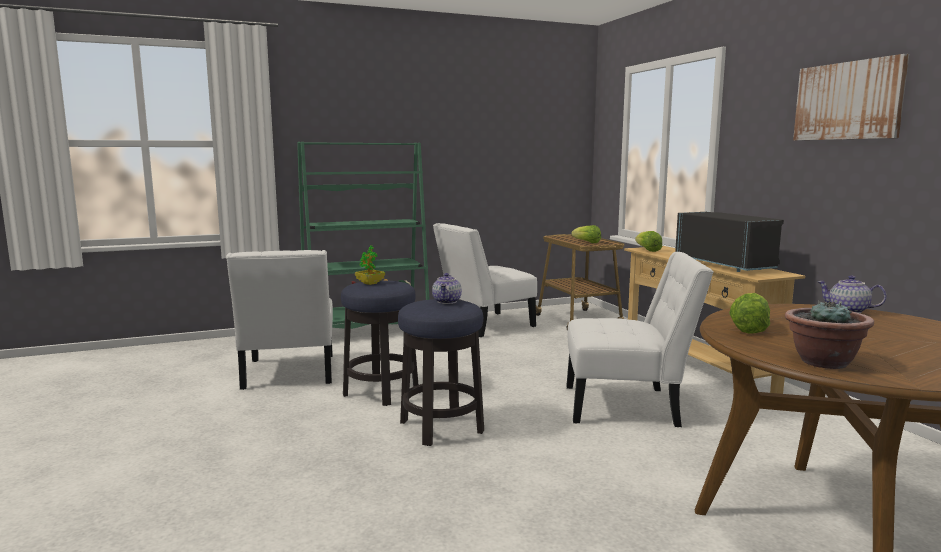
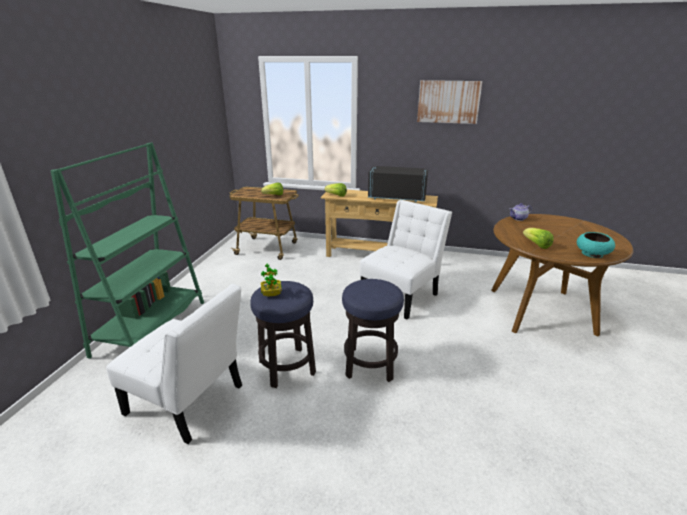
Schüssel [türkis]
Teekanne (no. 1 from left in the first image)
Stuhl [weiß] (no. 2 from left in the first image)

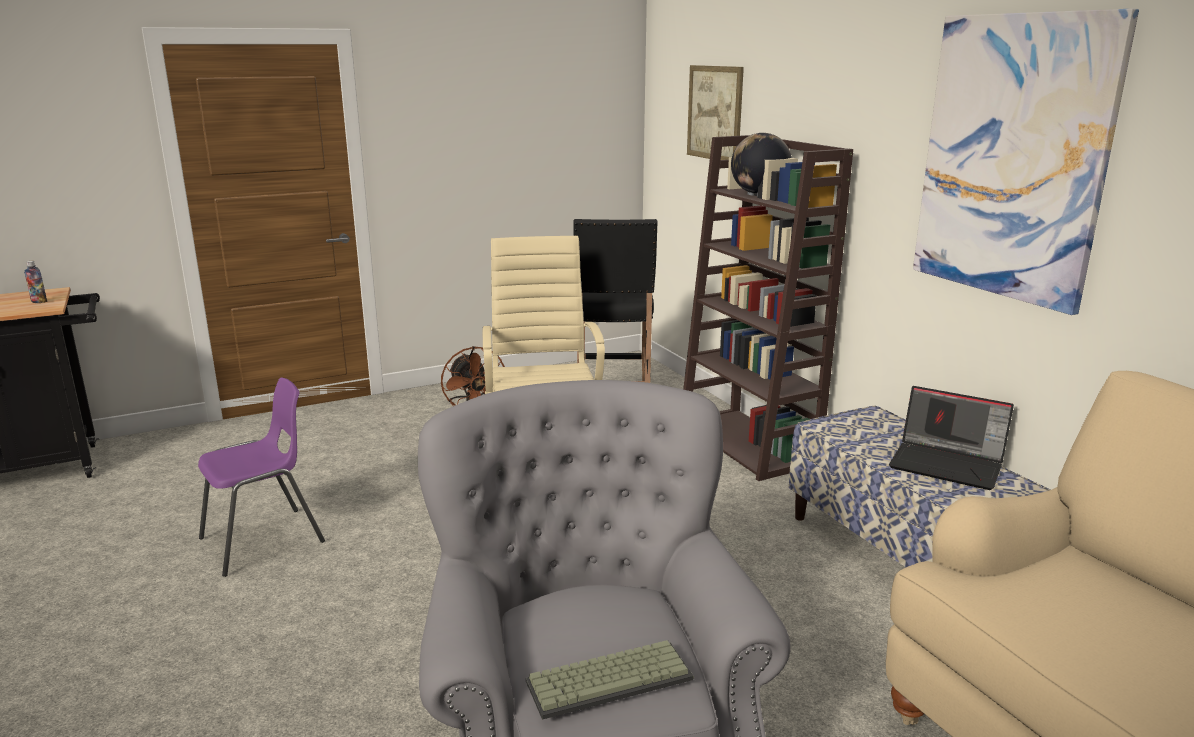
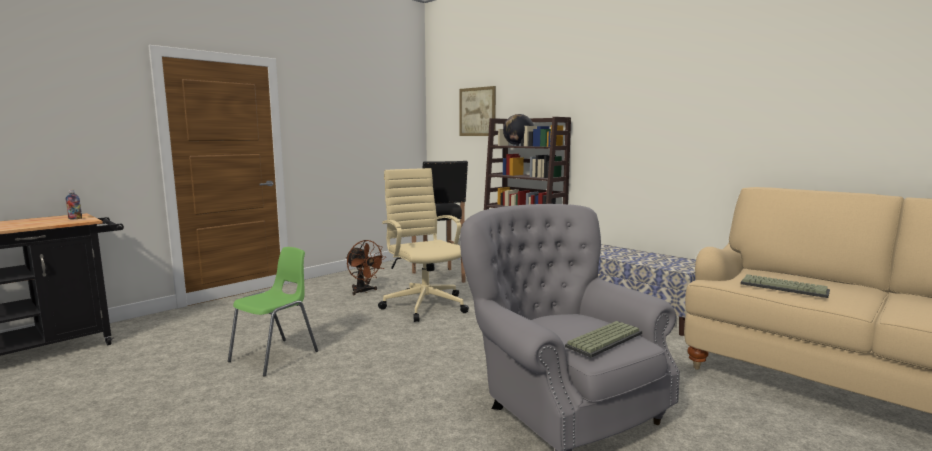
Stuhl [grün]
Tastatur (no. 2 from left)
Laptop
Bild (no. 2 from left in the first image)

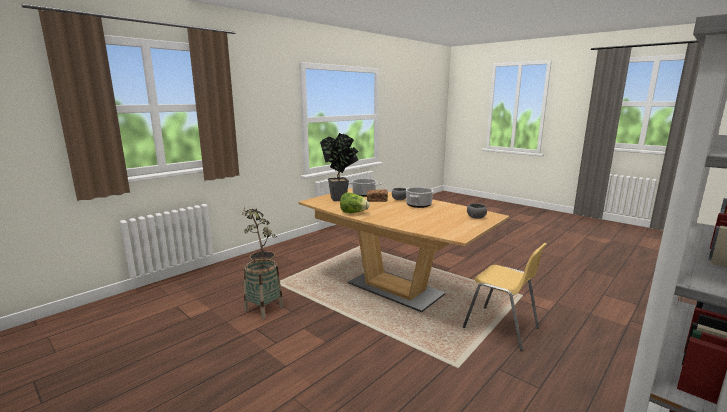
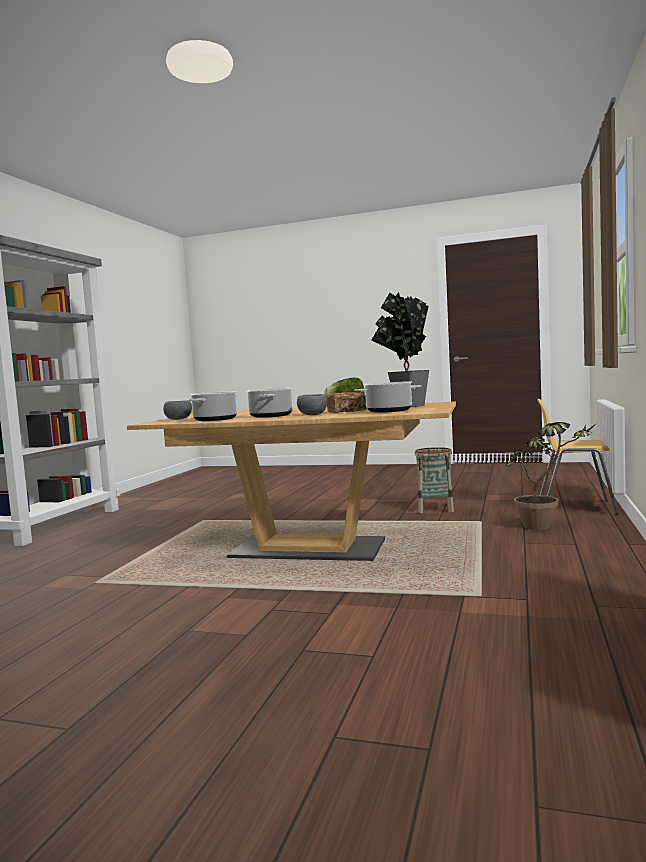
Kochtopf (no. 1 from left)
Stuhl [gelb]

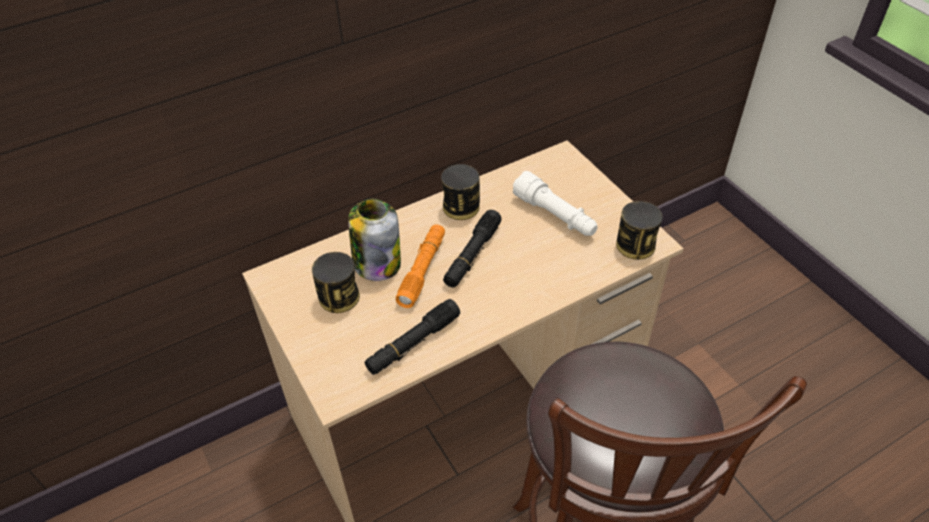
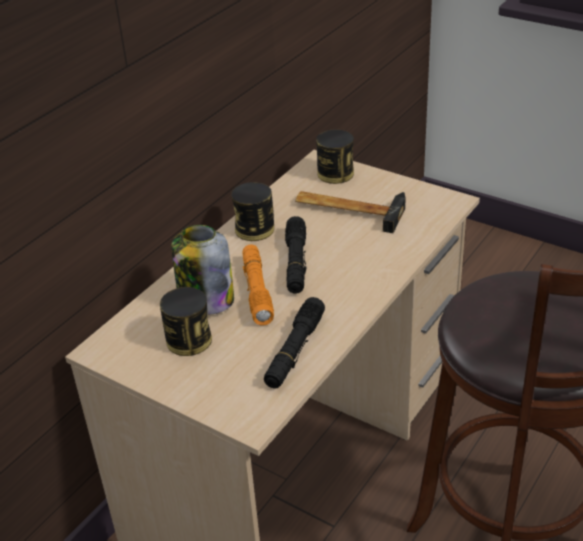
Hammer
Dose (no. 3 from left)

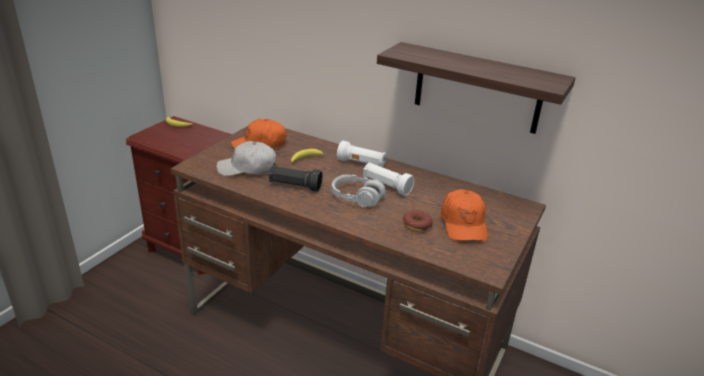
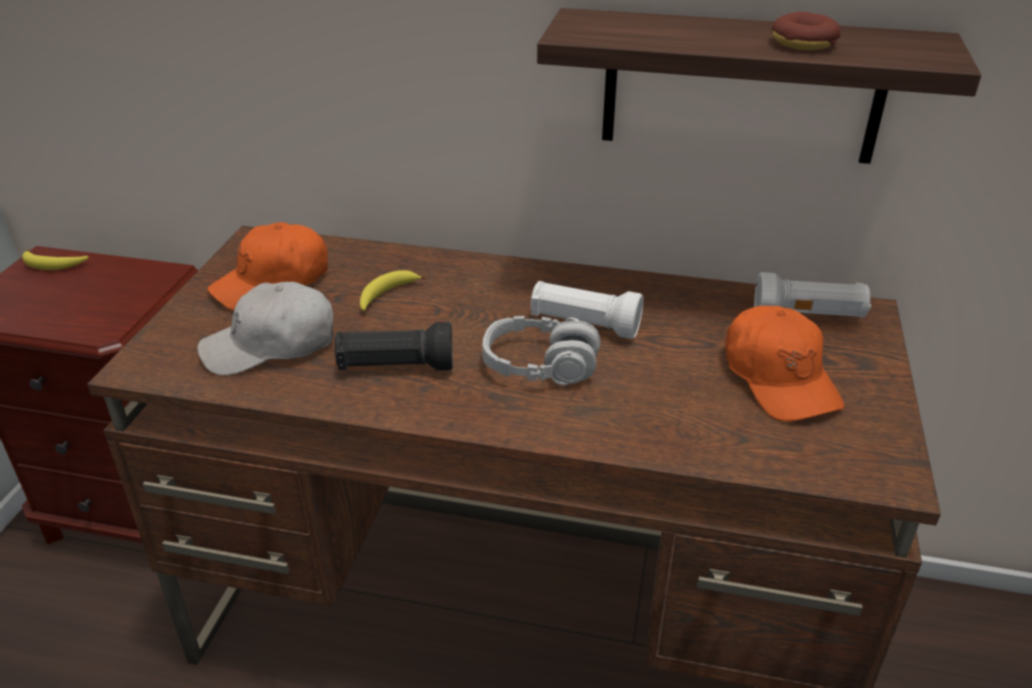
Taschenlampe [weiß] (no. 2 from left)
Donut

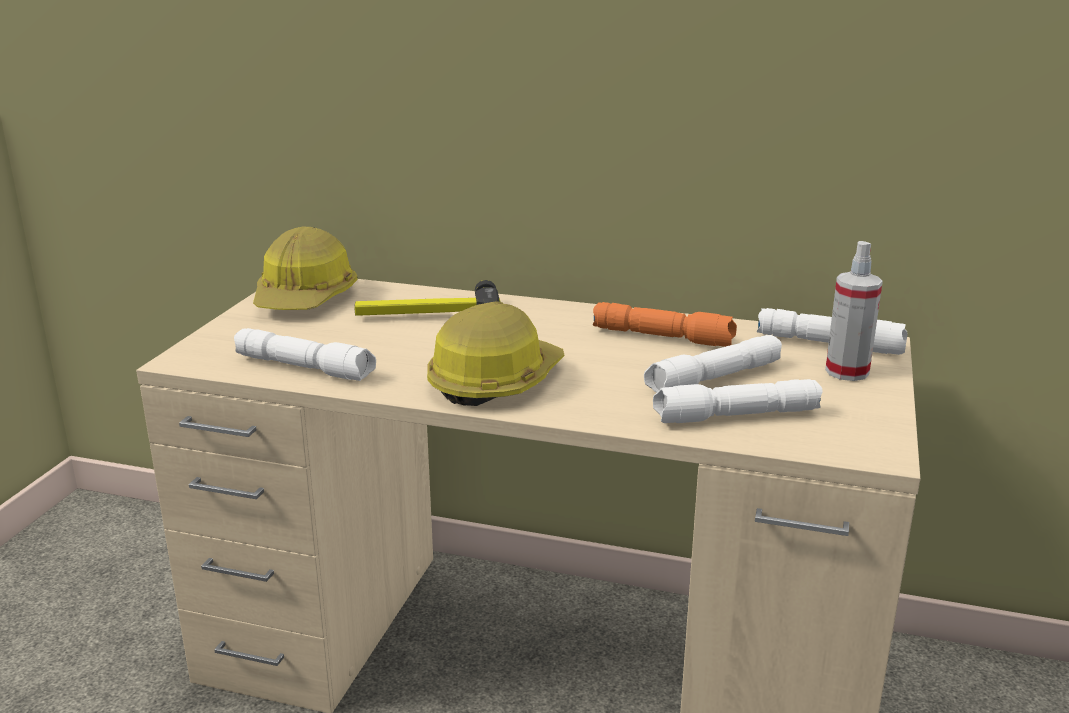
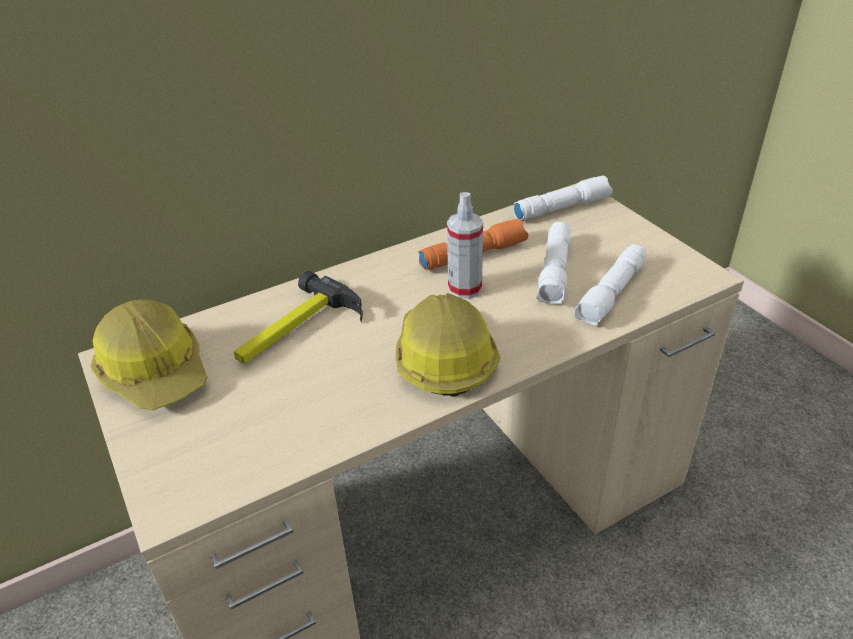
Sprühflasche
Taschenlampe [weiß] (no. 1 from left in the first image)

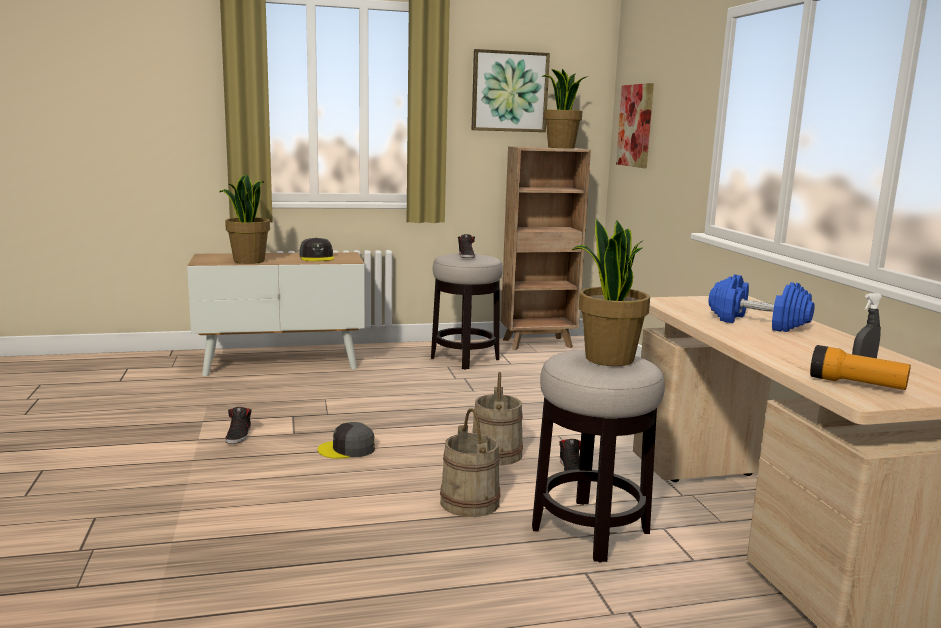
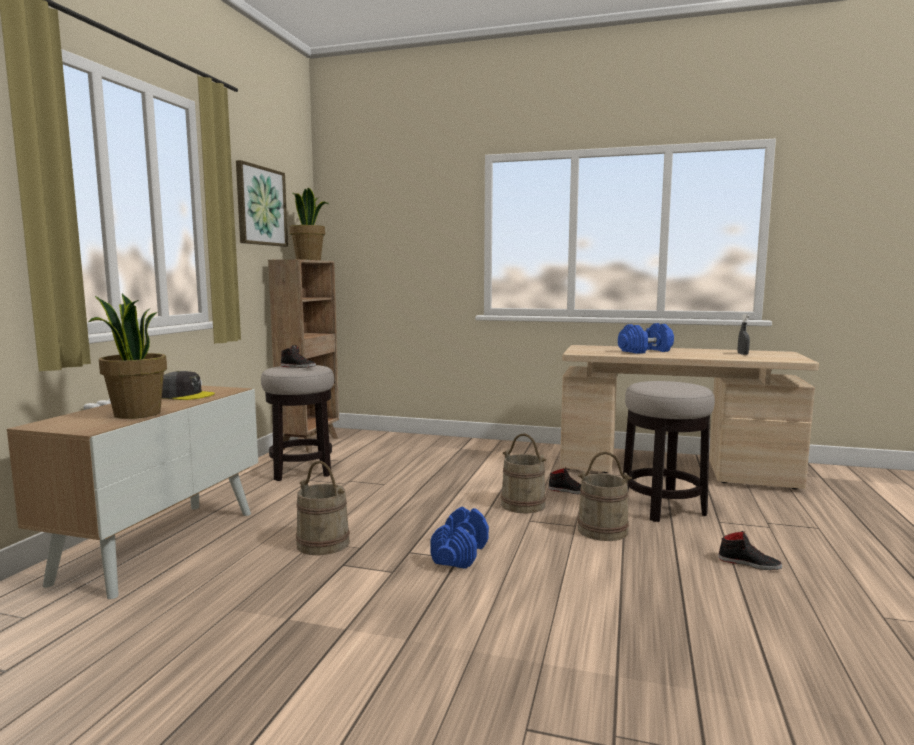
Eimer [beige] (no. 1 from left)
Hantel [blau] (no. 1 from left)
Schuh [schwarz] (no. 3 from left)
Topfpflanze (no. 3 from left in the first image)
Bild (no. 2 from left in the first image)
Taschenlampe

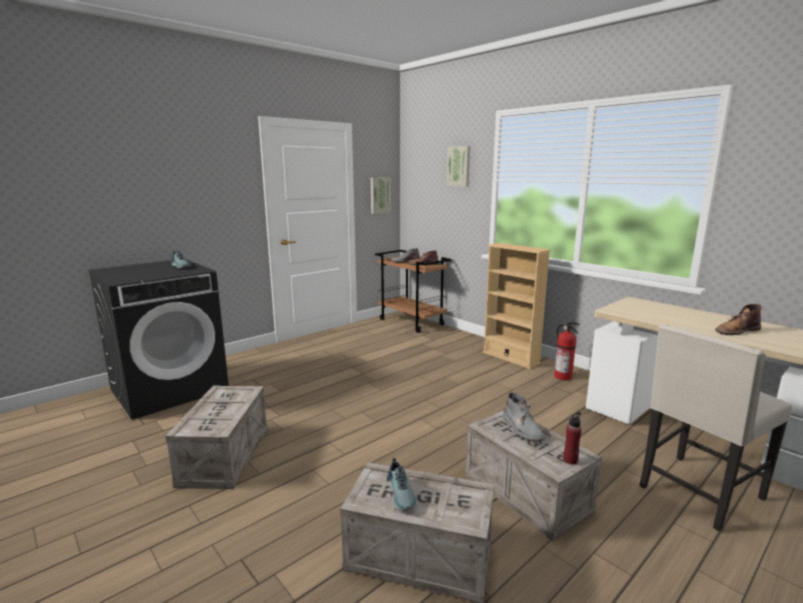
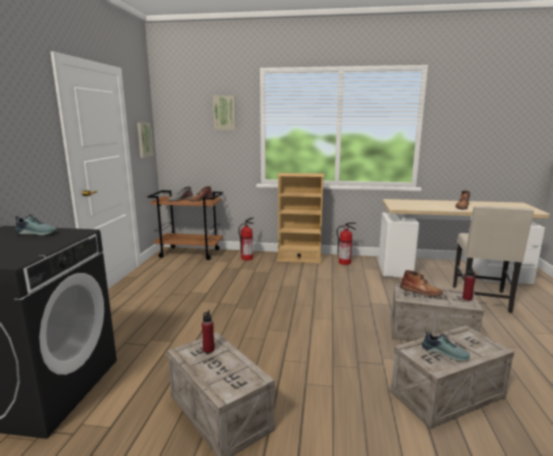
Flasche [rot] (no. 1 from left)
Feuerlöscher (no. 1 from left)
Stiefel [braun] (no. 2 from left)

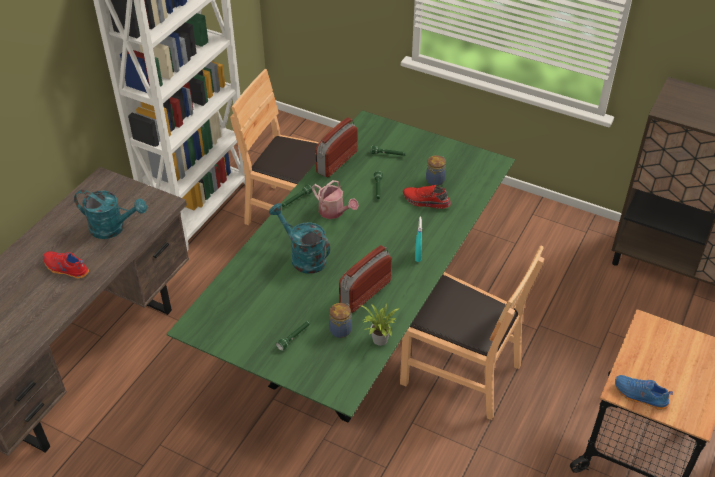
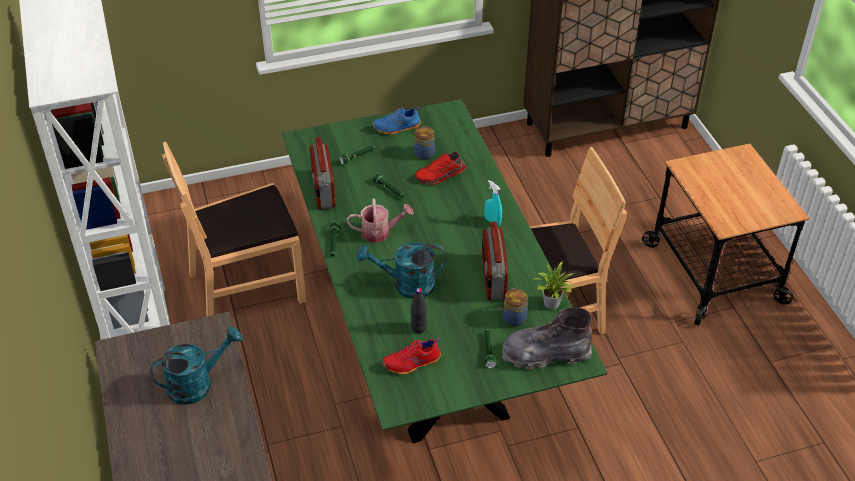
Schuh [blau]
Schuh [rot] (no. 1 from left)
Flasche [schwarz]
Stiefel [grau]

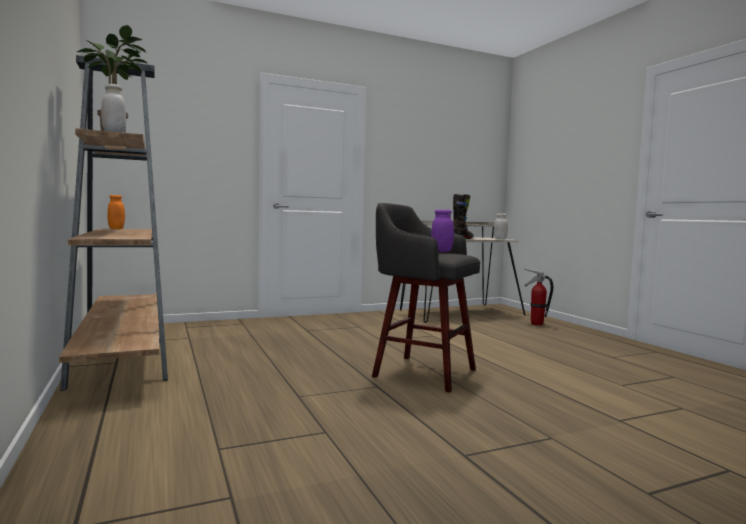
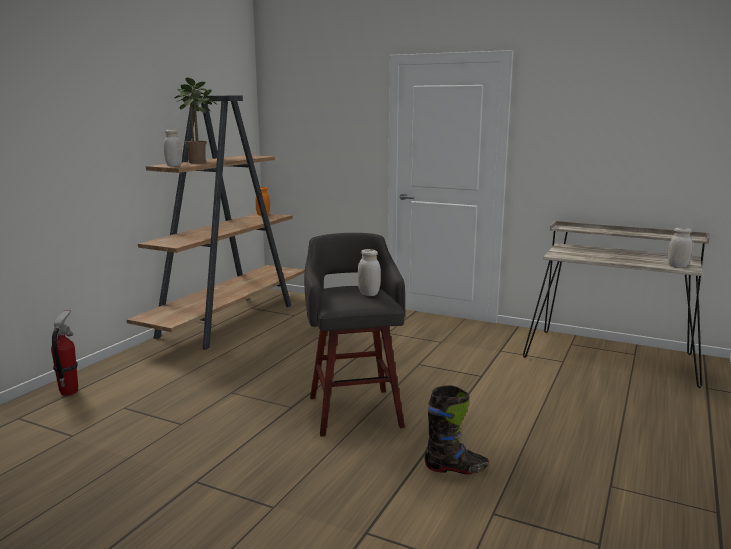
Feuerlöscher
Vorratsglas [weiß] (no. 2 from left)
Stiefel [schwarz]

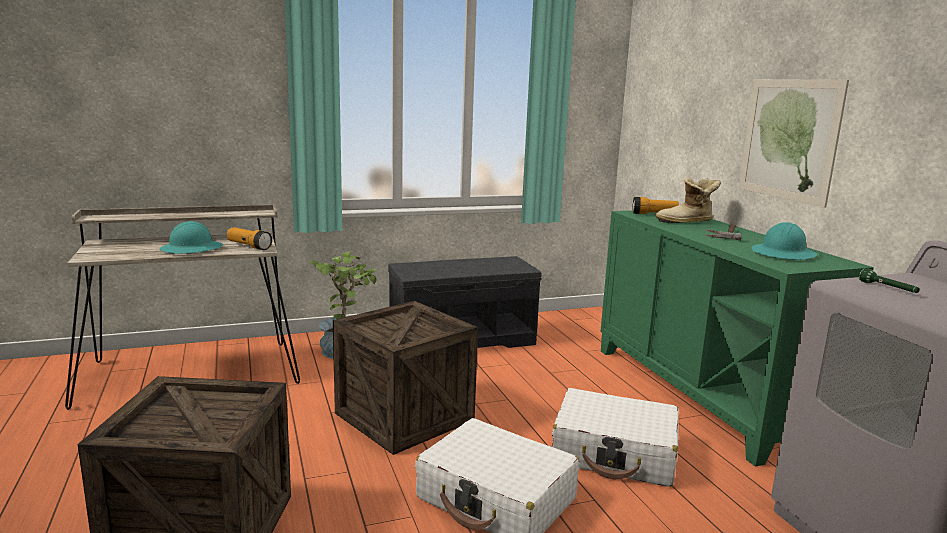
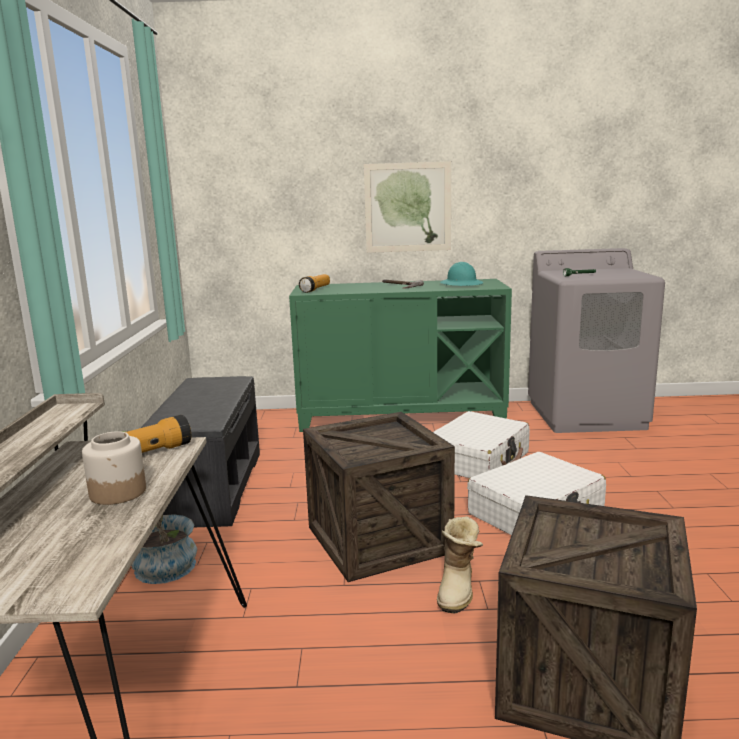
Vorratsglas
Stiefel

